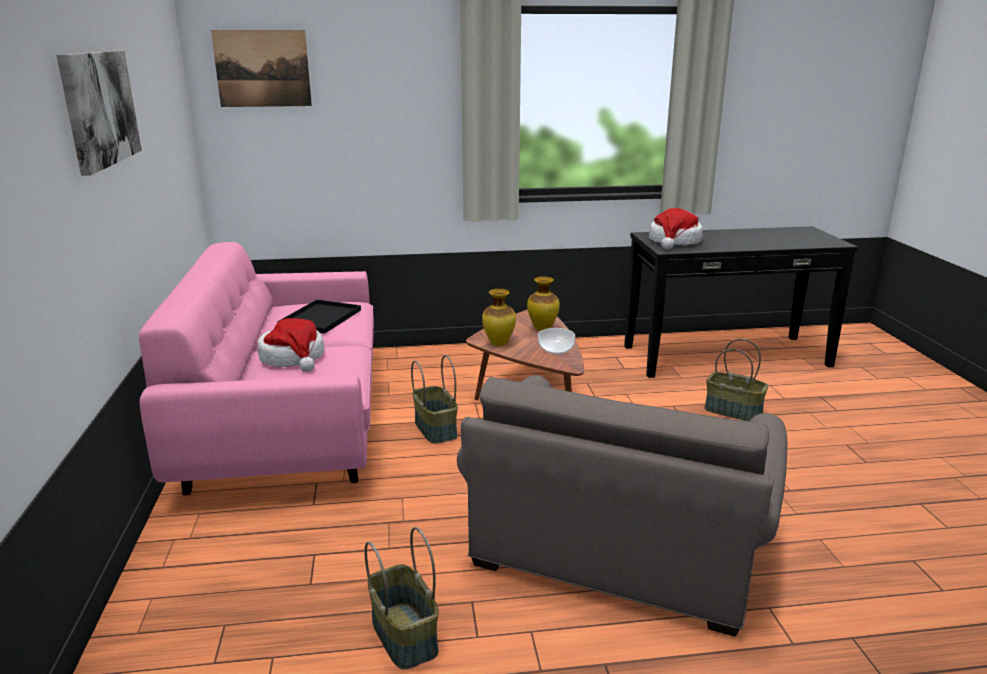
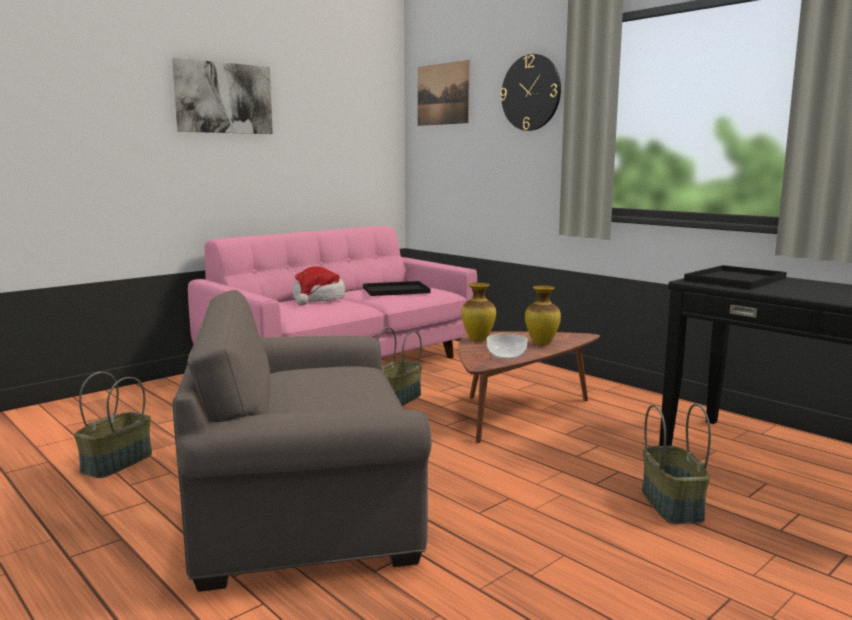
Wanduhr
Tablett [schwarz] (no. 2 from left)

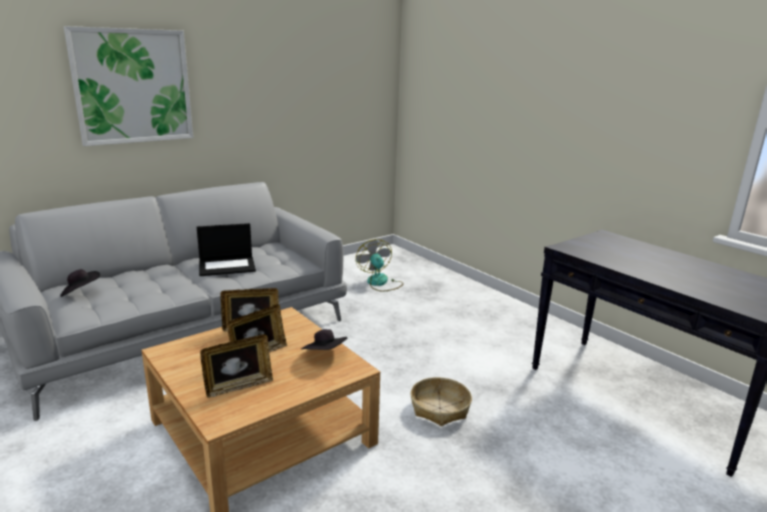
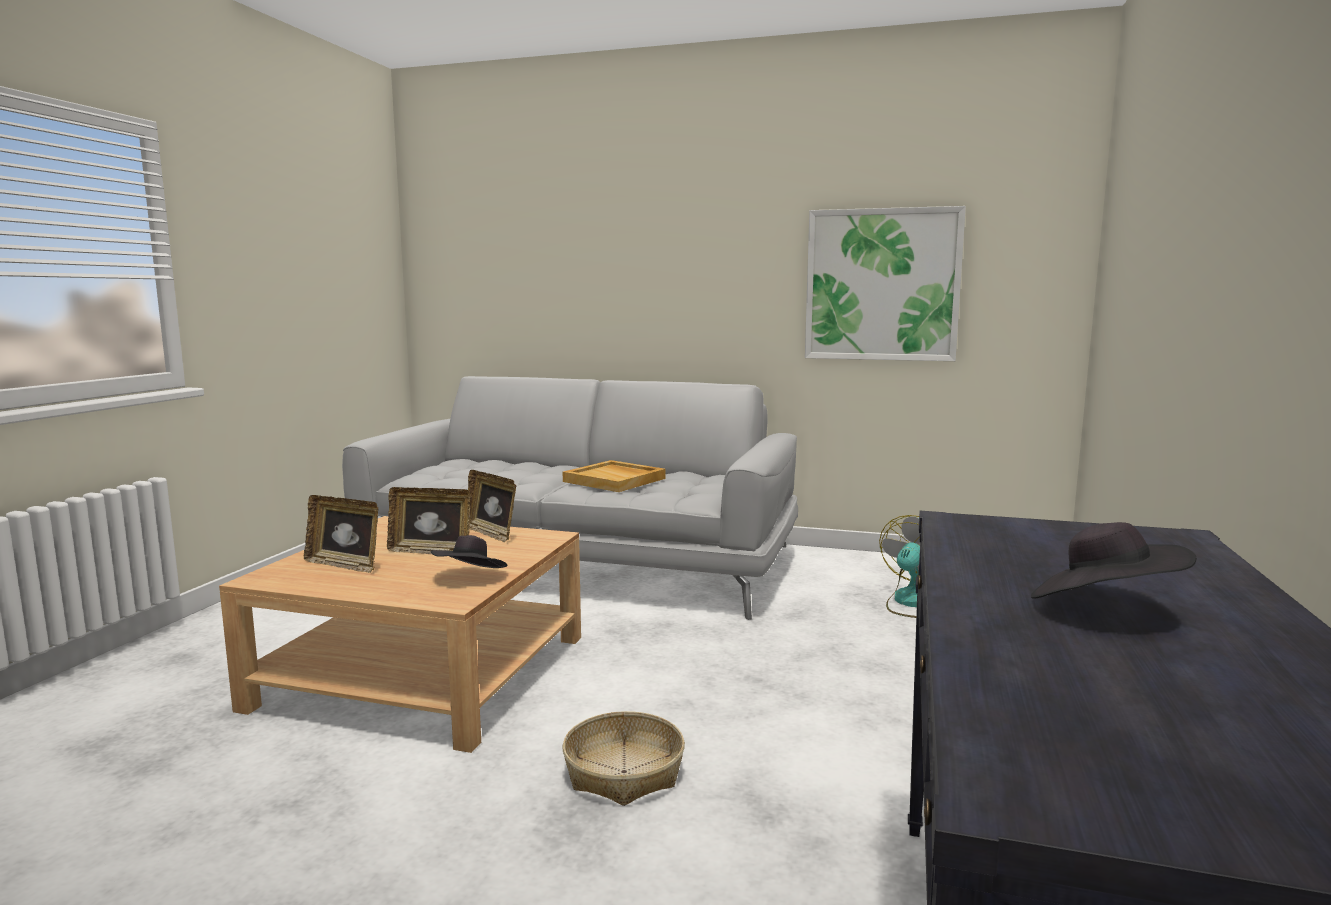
Tablett [beige]
Bild
Hut [schwarz] (no. 2 from left)

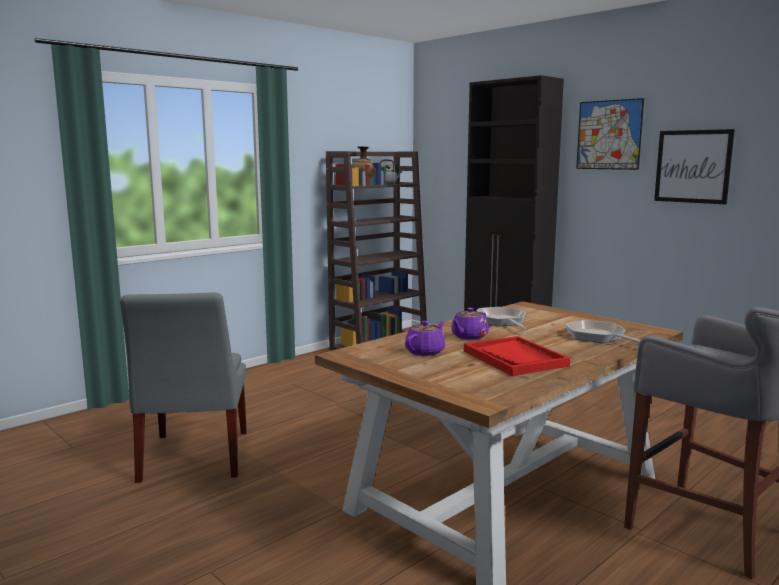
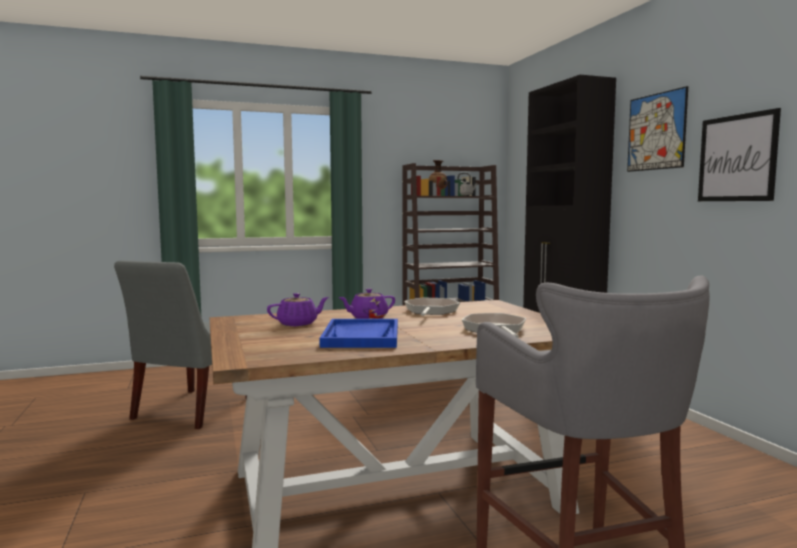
Tablett [blau]

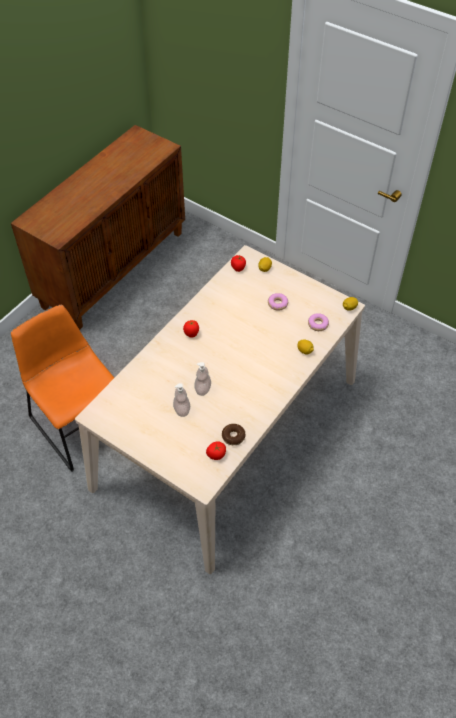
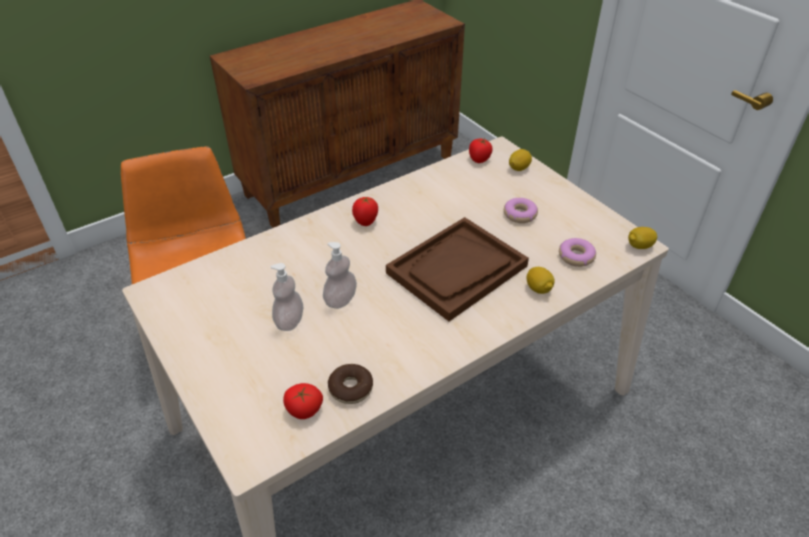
Tablett [braun]

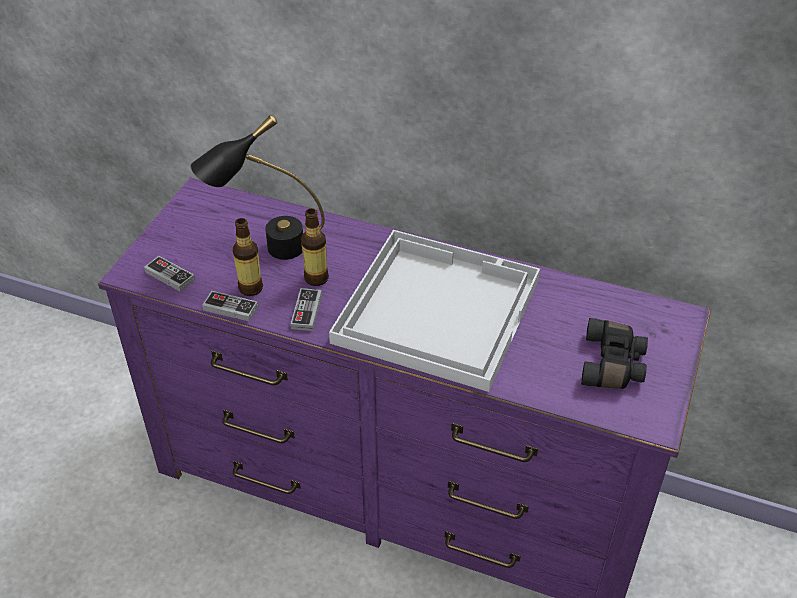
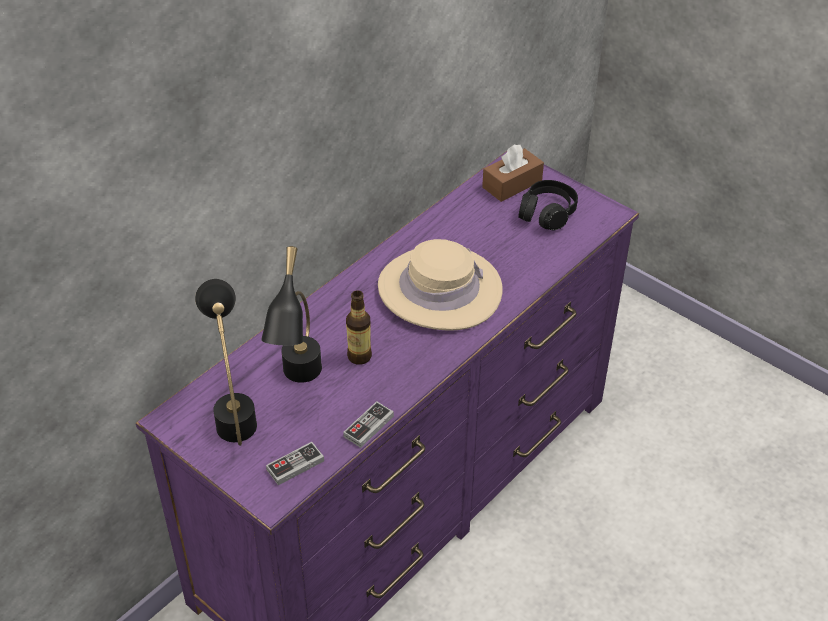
Tischlampe [schwarz] (no. 1 from left)
Hut [beige]
Taschentuchbox [braun]
Kopfhörer [schwarz]
Flasche (no. 1 from left in the first image)
Gamepad (no. 3 from left in the first image)

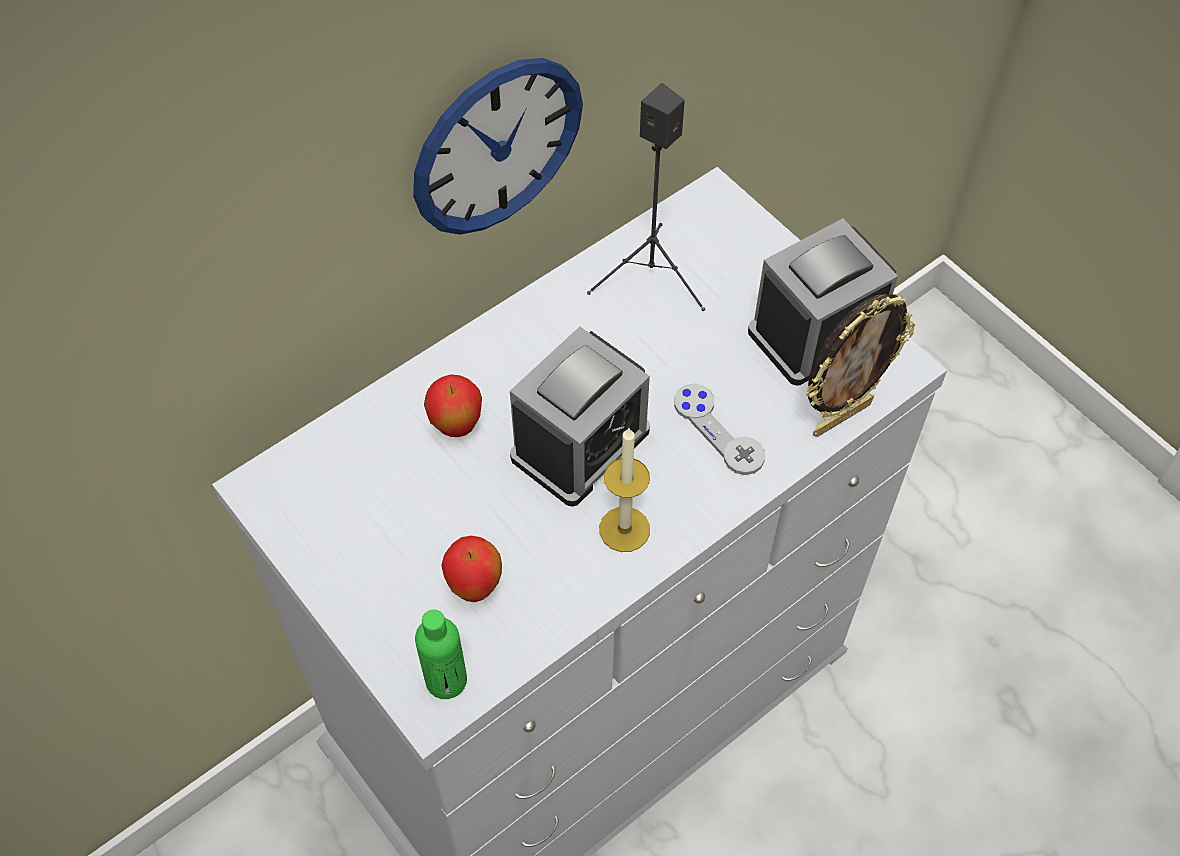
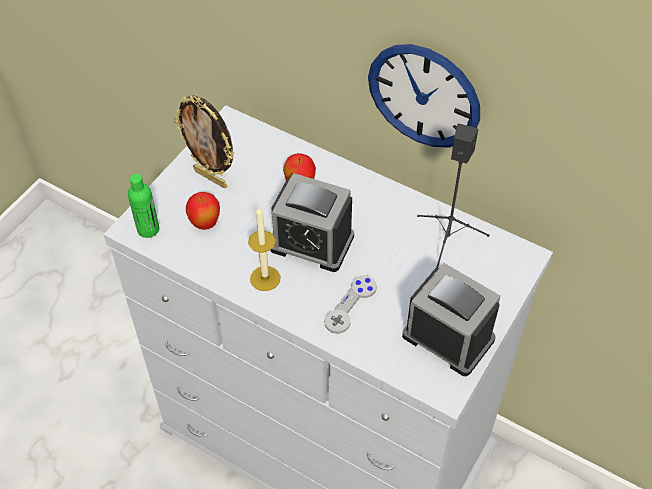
Bilderrahmen

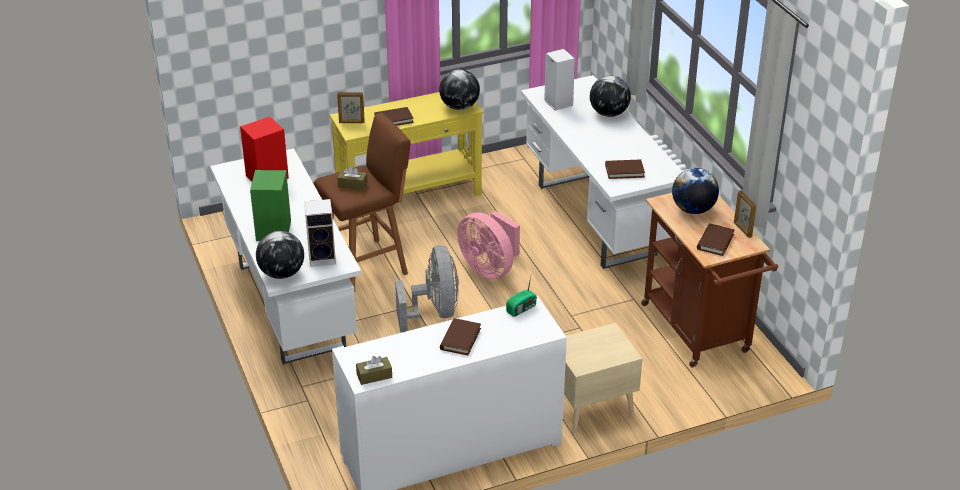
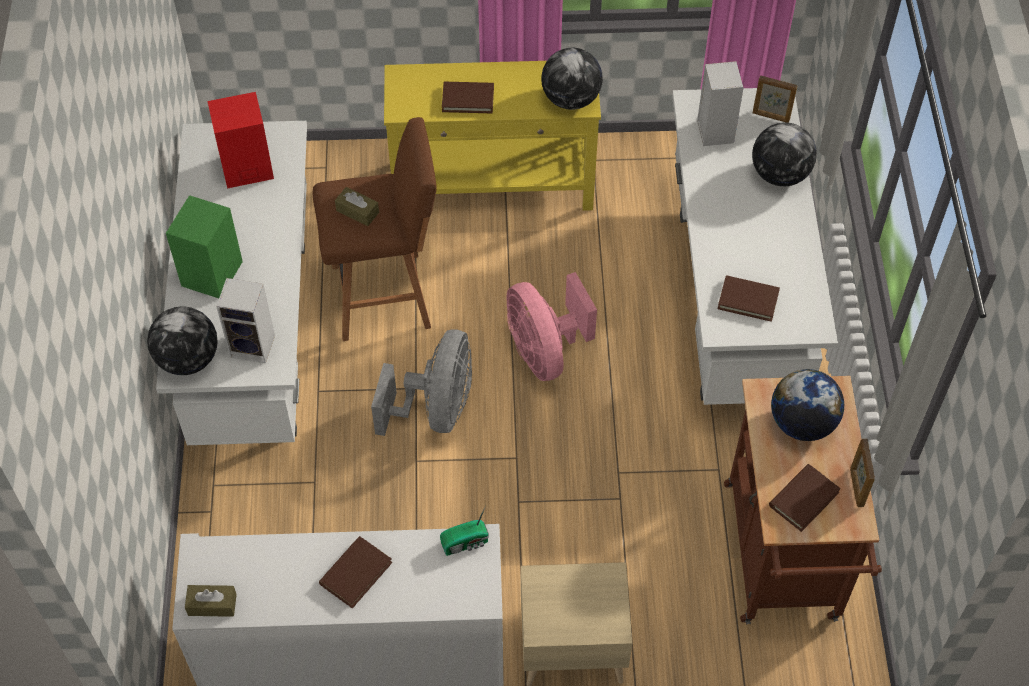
Bilderrahmen (no. 1 from left)

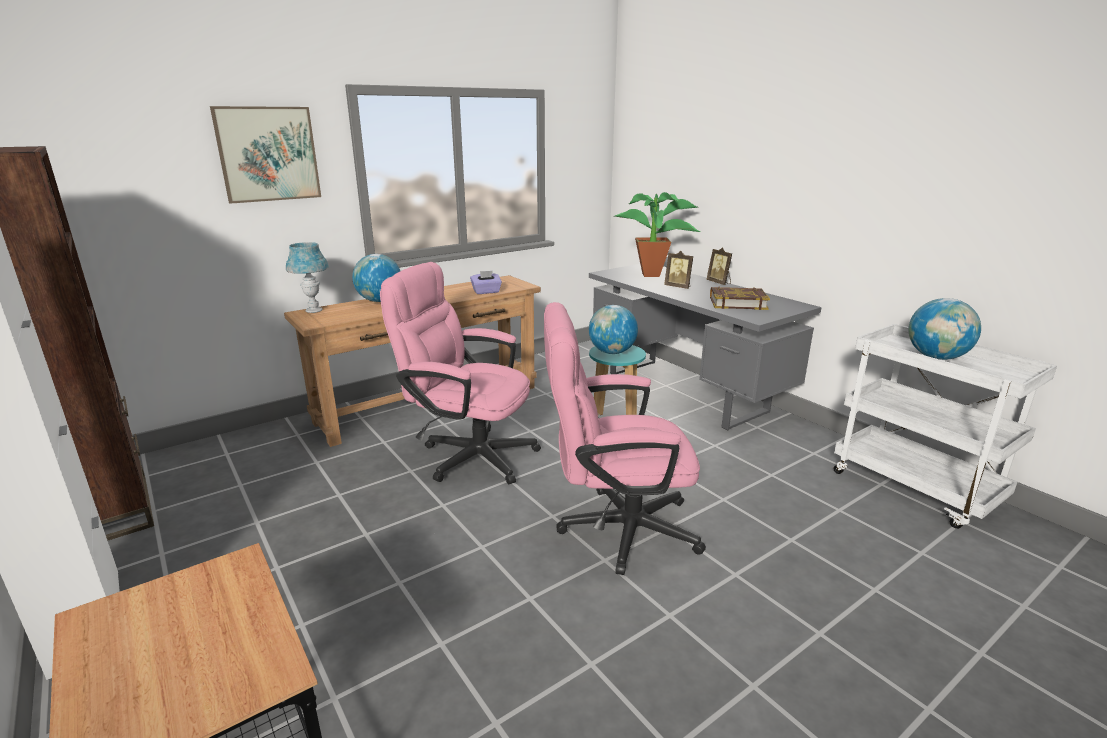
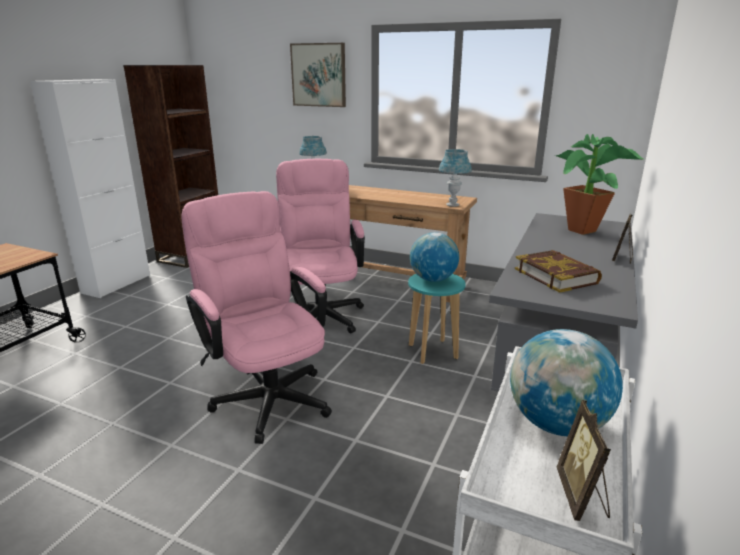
Tischlampe [blau] (no. 2 from left)
Bilderrahmen (no. 1 from left)
Globus (no. 1 from left in the first image)
Taschentuchbox [lila]

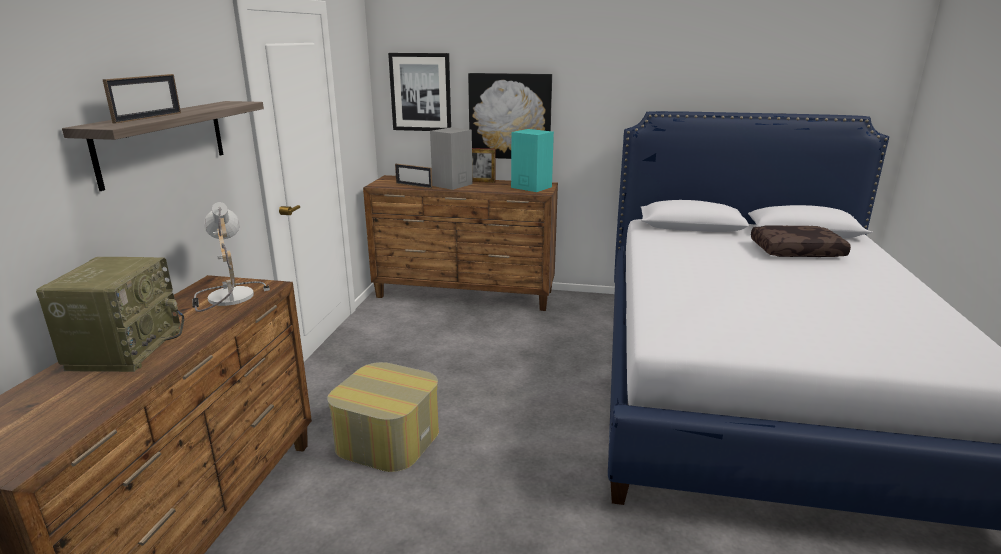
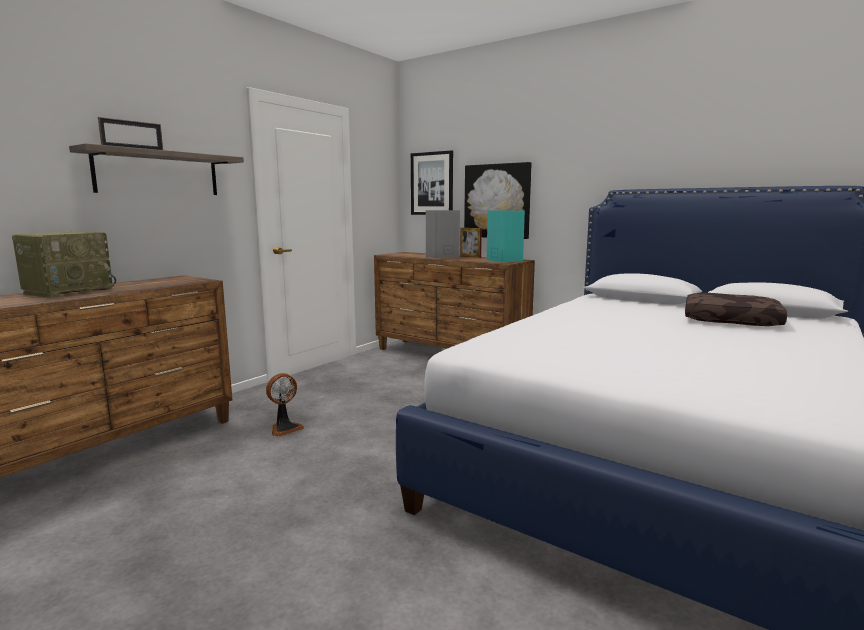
Ventilator
Tischlampe
Bilderrahmen (no. 2 from left in the first image)

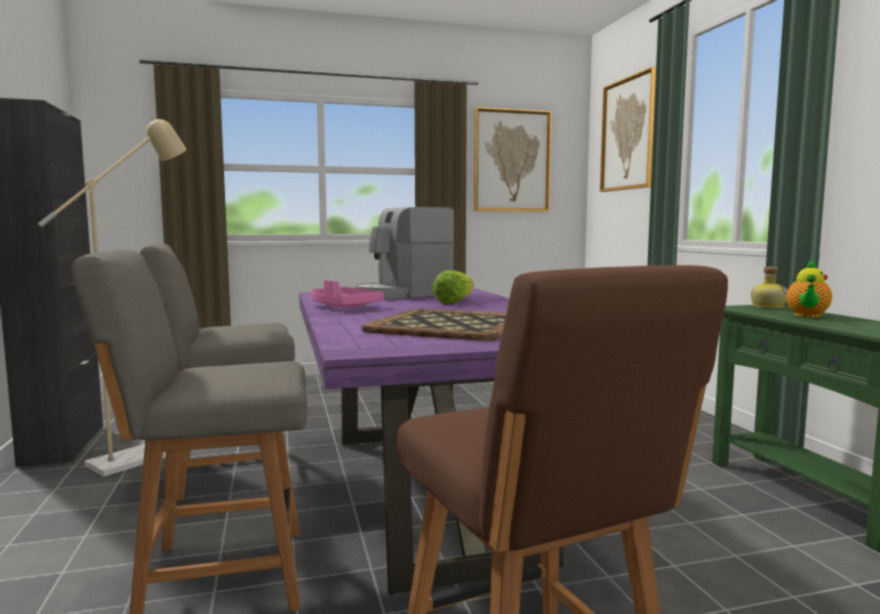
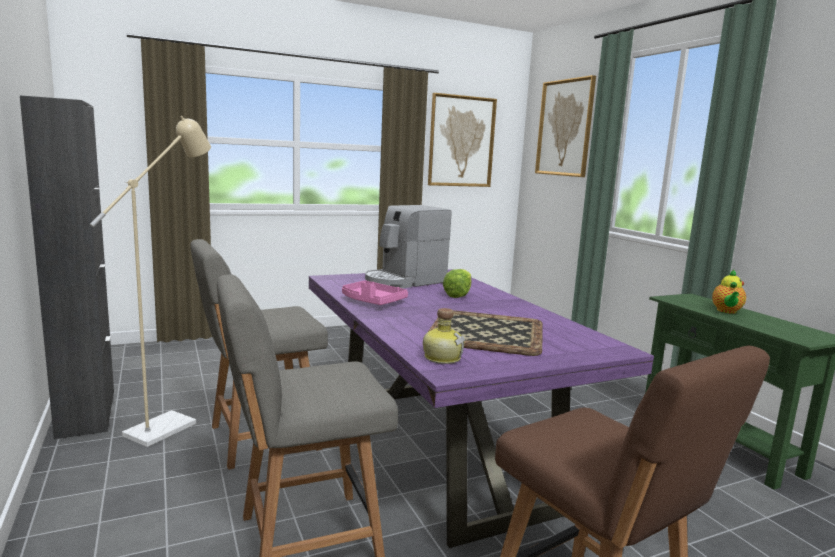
Flasche

